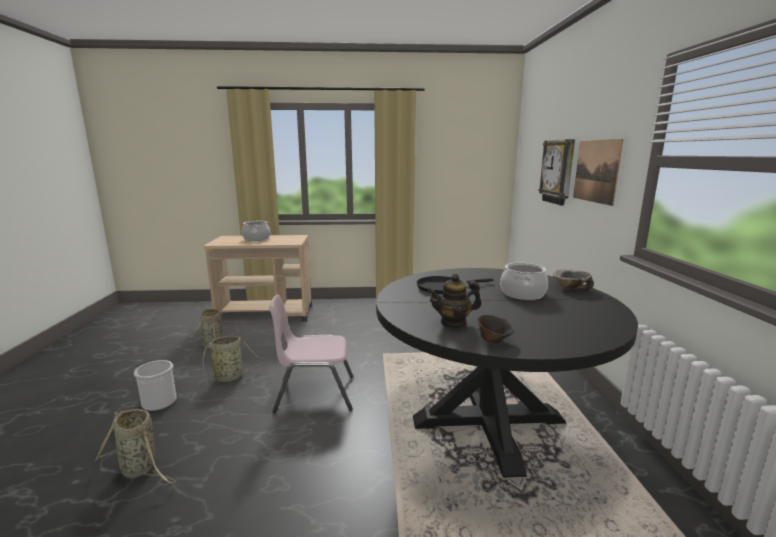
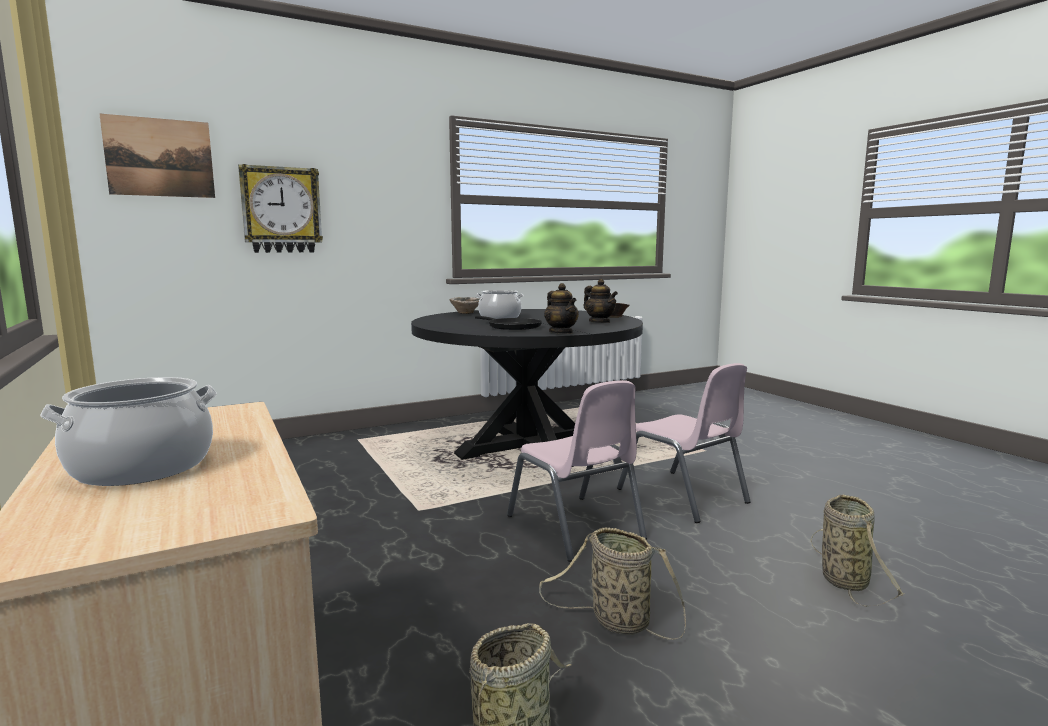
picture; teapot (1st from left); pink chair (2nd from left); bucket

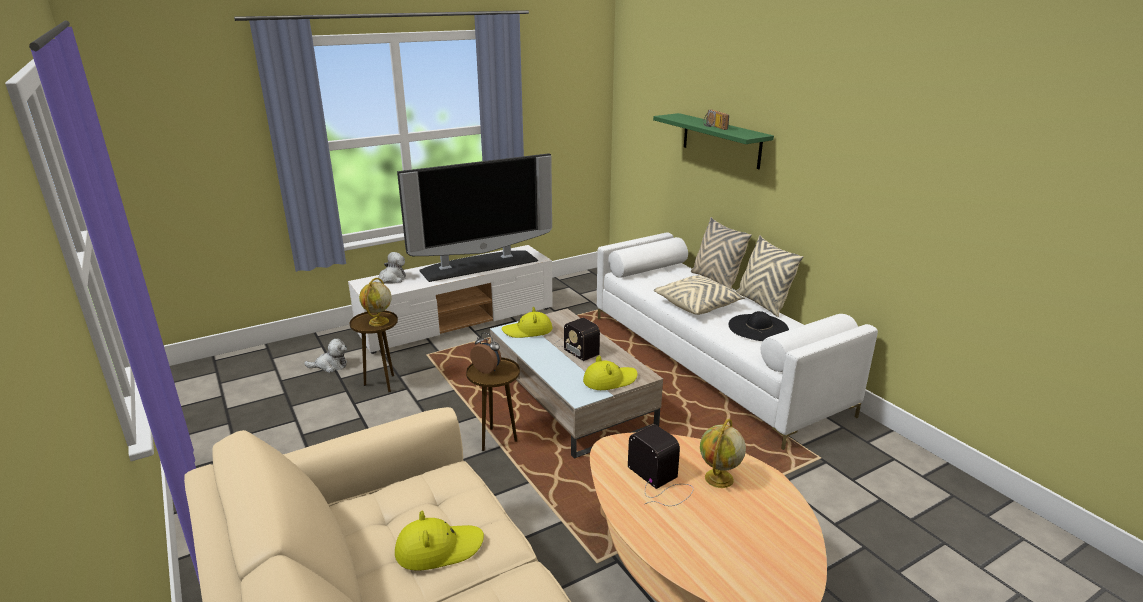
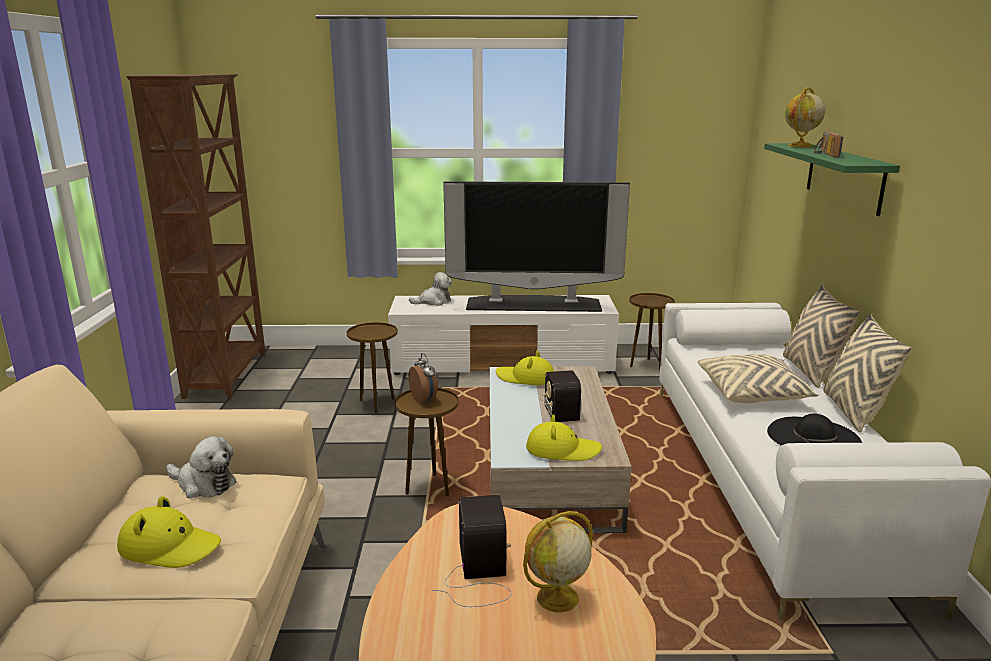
brown bookcase; plush toy (1st from left); brown side table (3rd from left); globe (2nd from left)

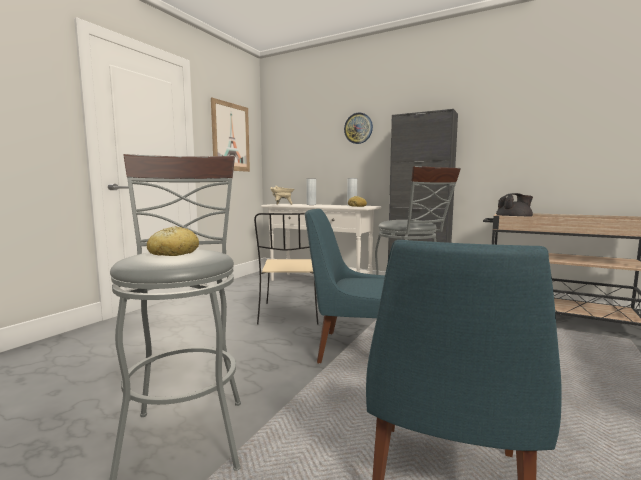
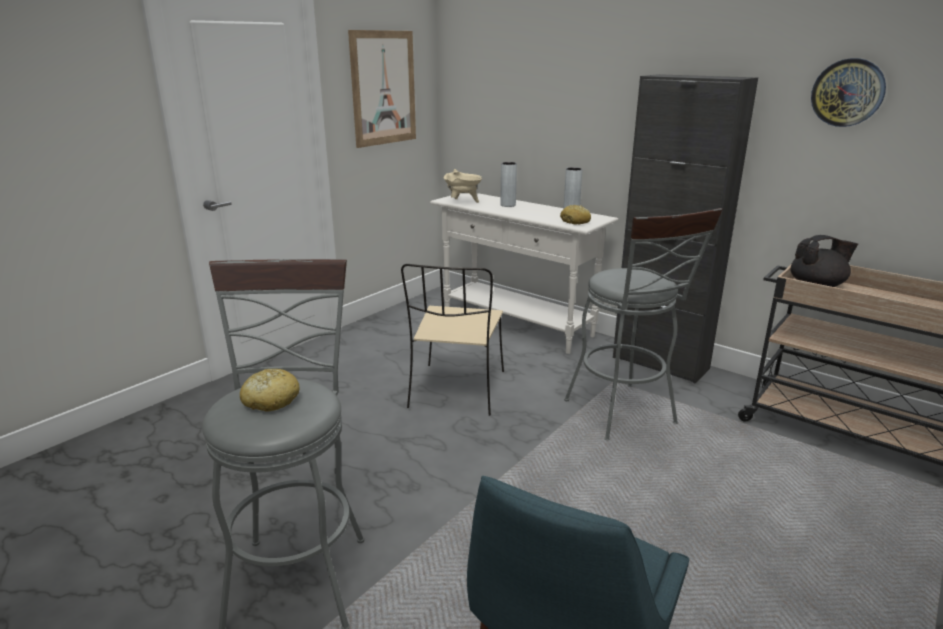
wall clock; blue chair (1st from left in the first image)

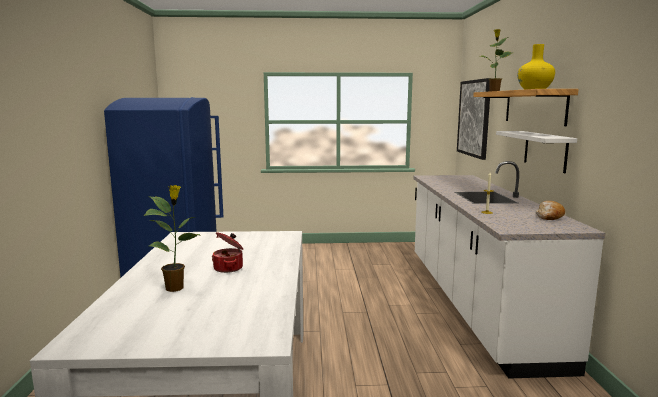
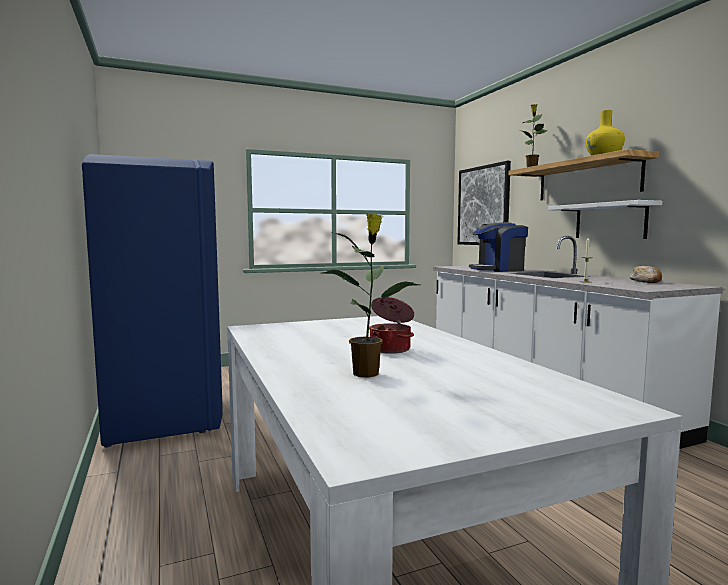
coffee machine

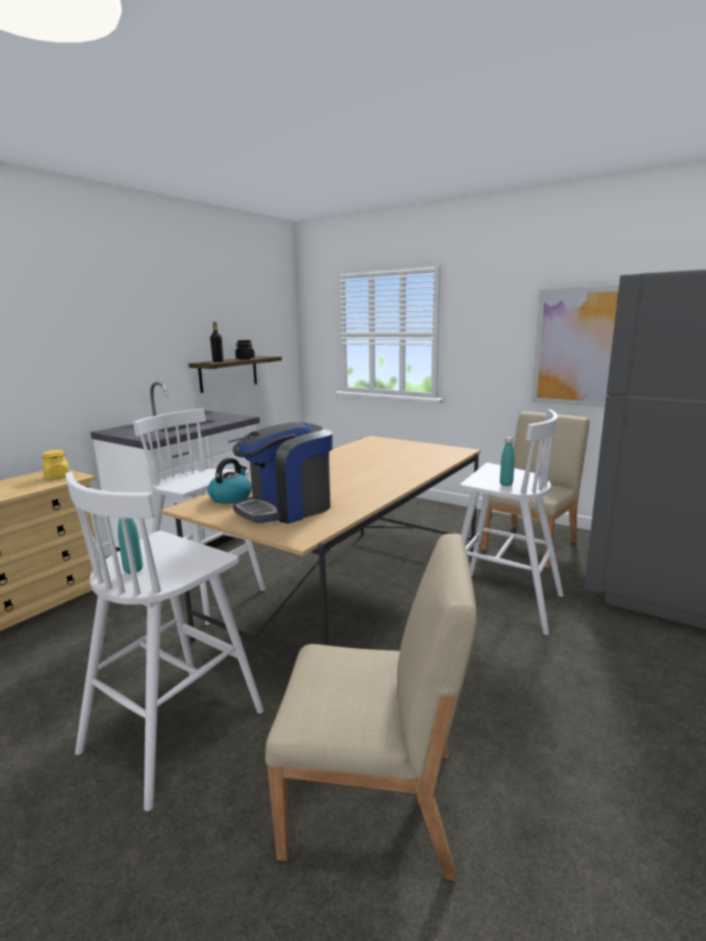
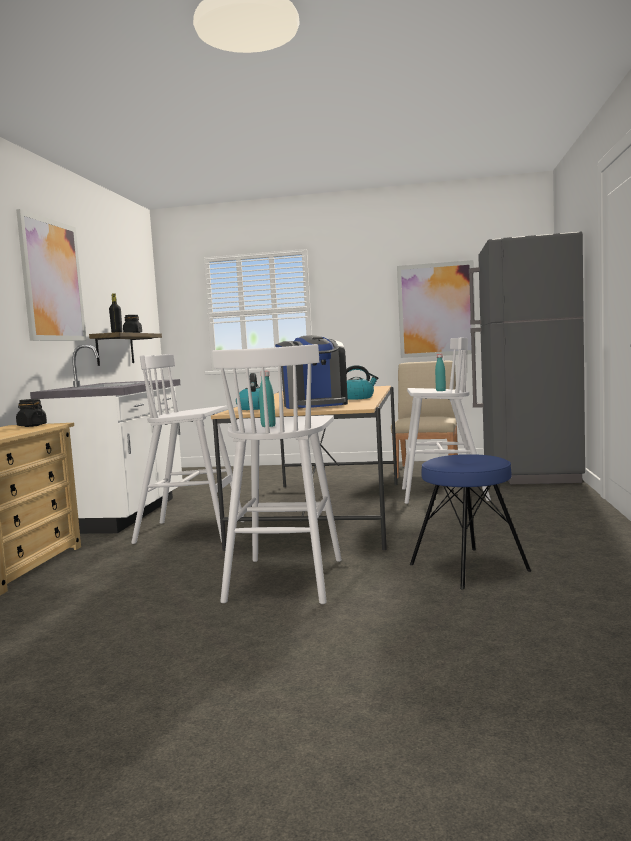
picture (1st from left); black jar (1st from left); coffee machine; kettle (2nd from left); blue stool

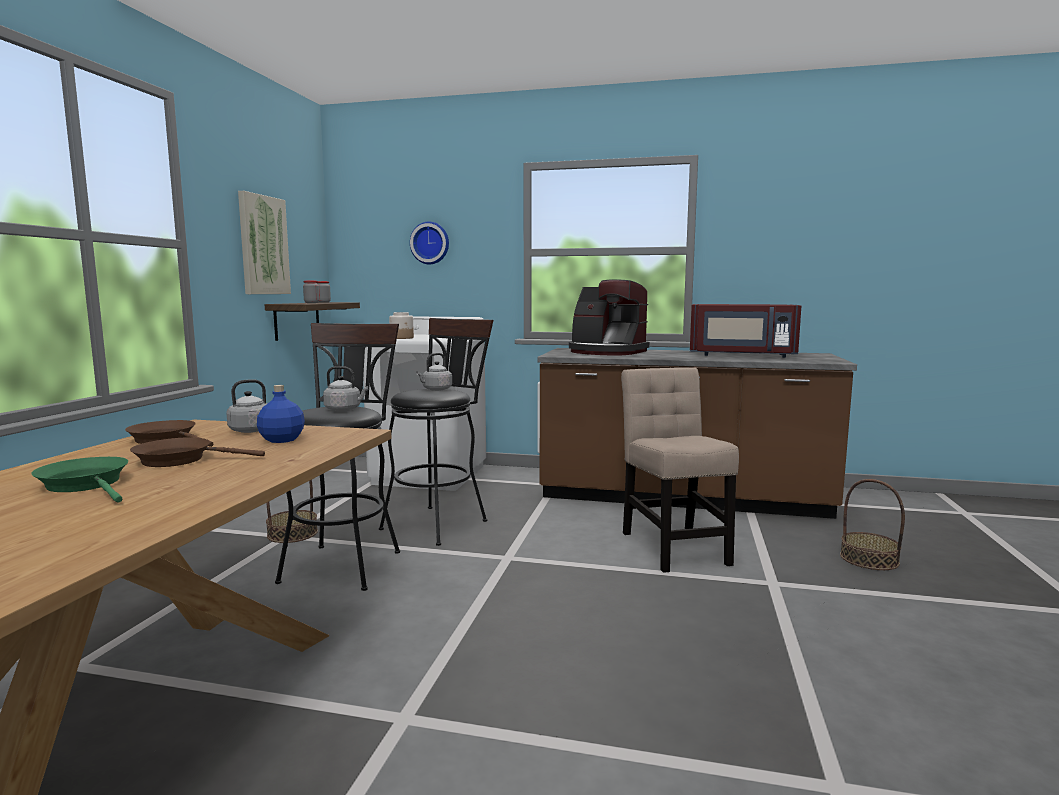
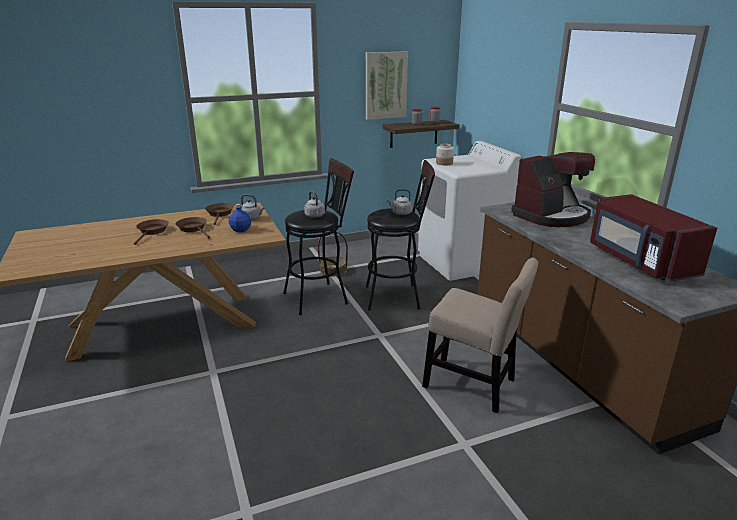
brown frying pan (1st from left); beige chair; coffee machine; wall clock; basket (2nd from left in the first image)

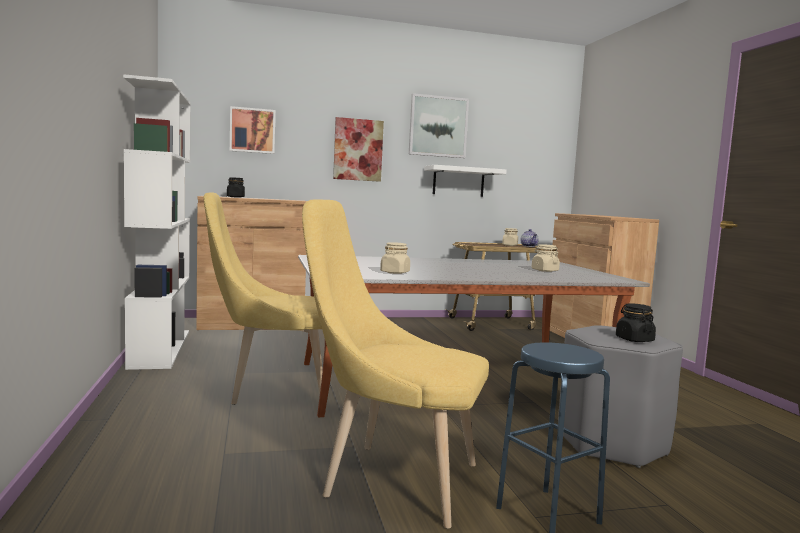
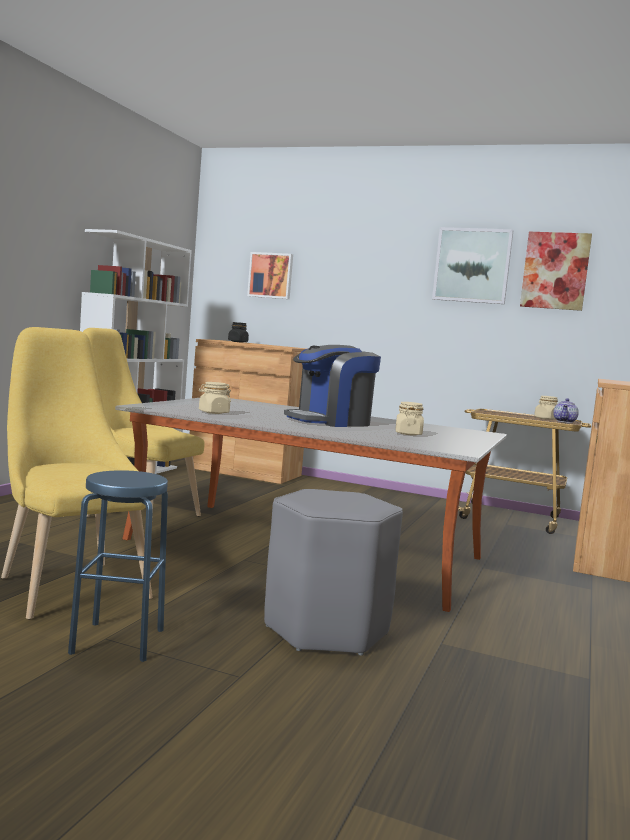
coffee machine; picture (3rd from left); white shelf; black jar (2nd from left in the first image)

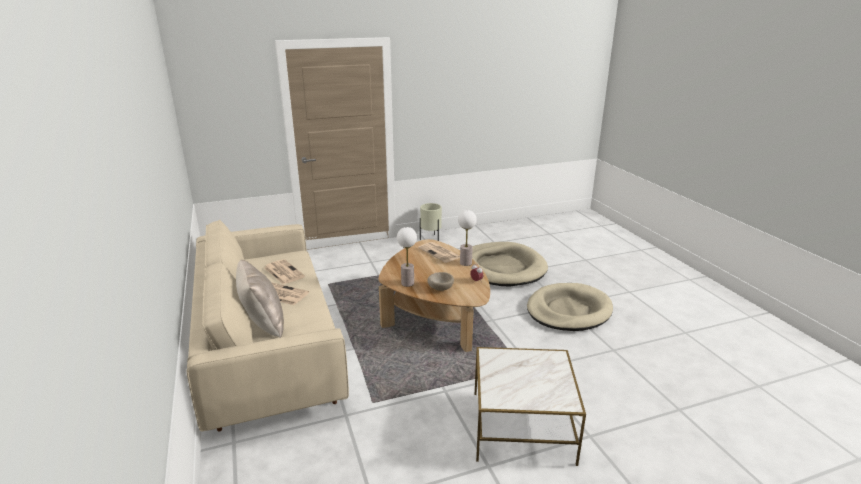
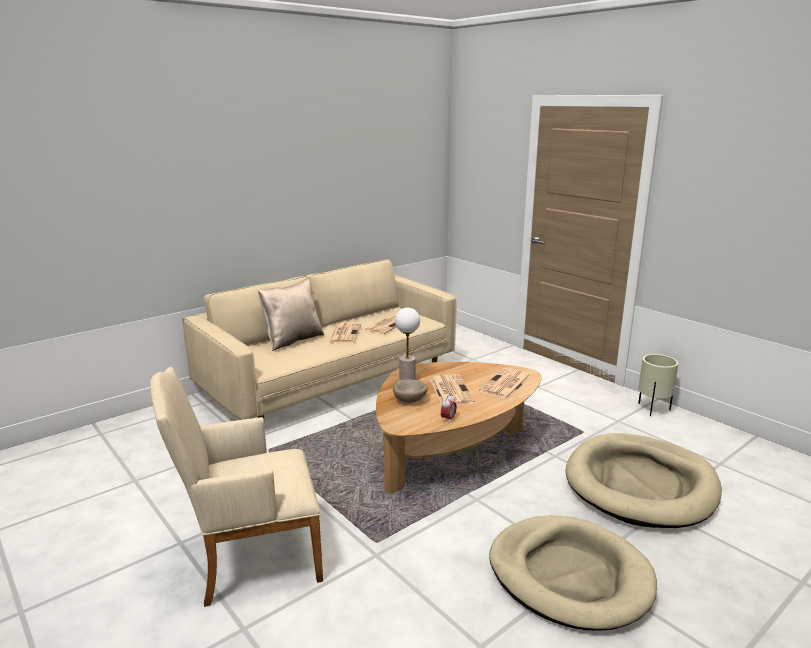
beige armchair; newspaper (3rd from left); table lamp (2nd from left in the first image)

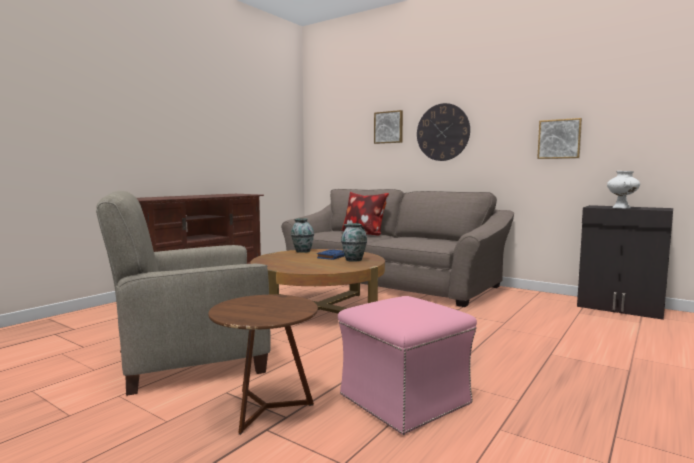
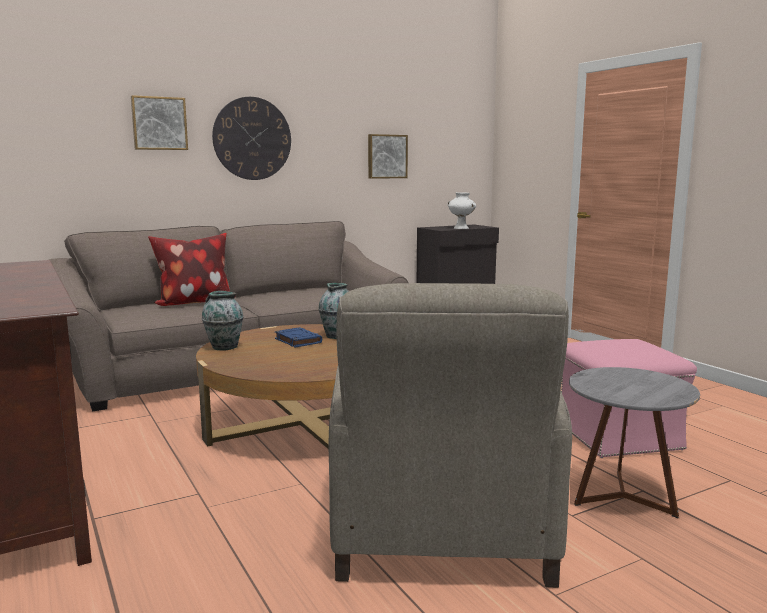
grey side table

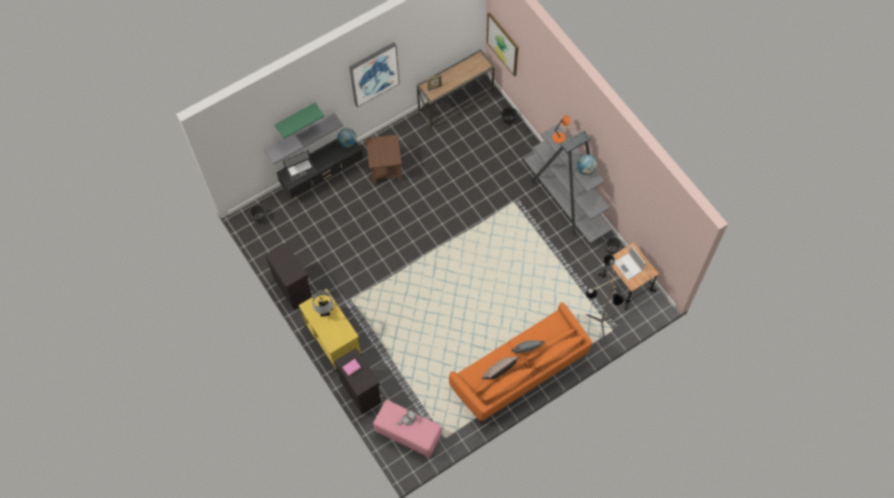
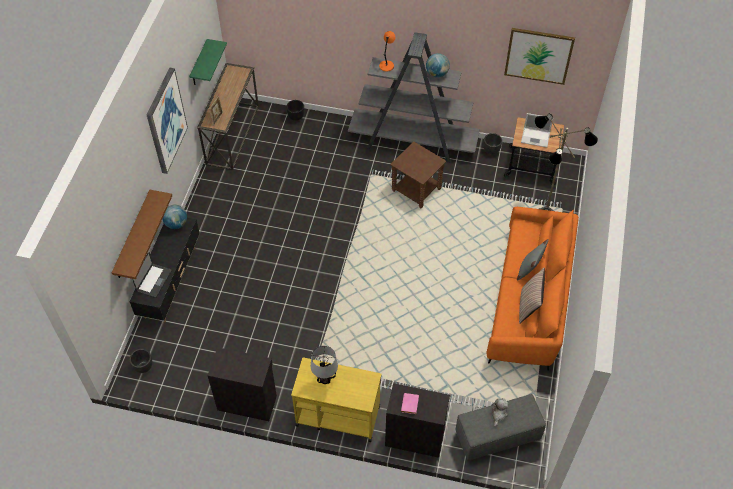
brown shelf; green shelf; brown side table; grey ottoman; picture (2nd from left)

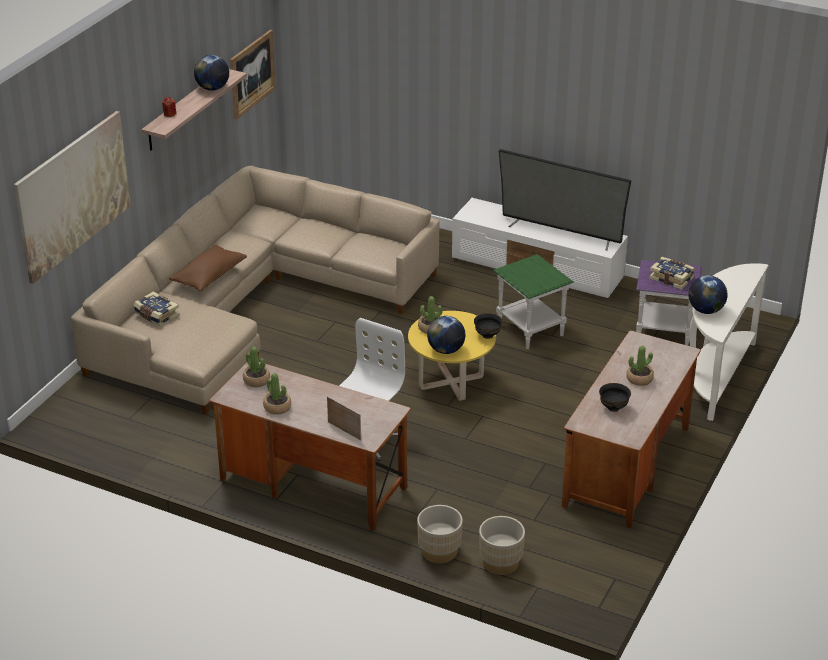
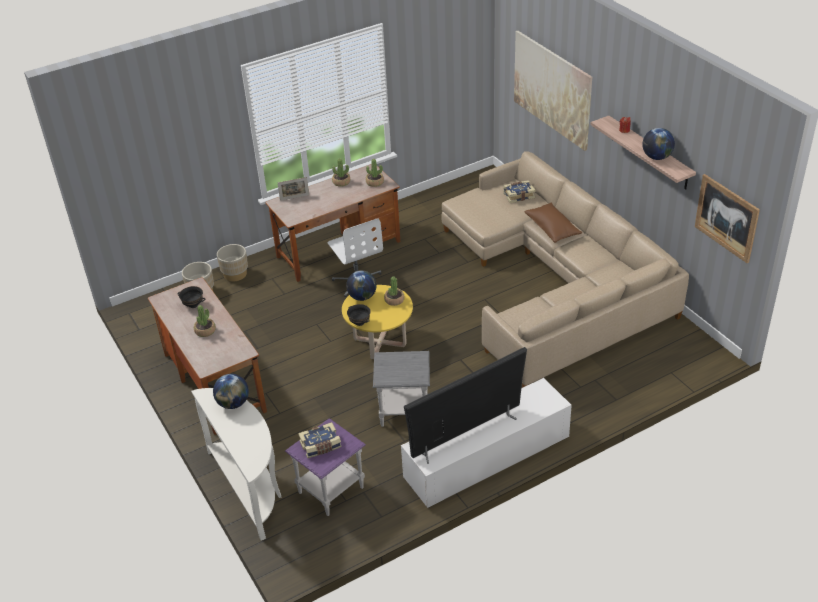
grey side table

